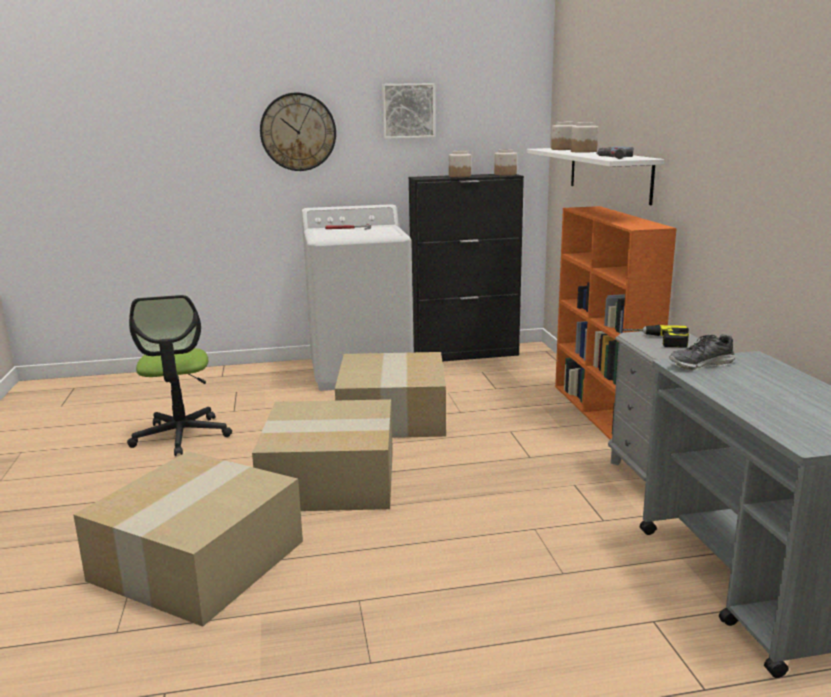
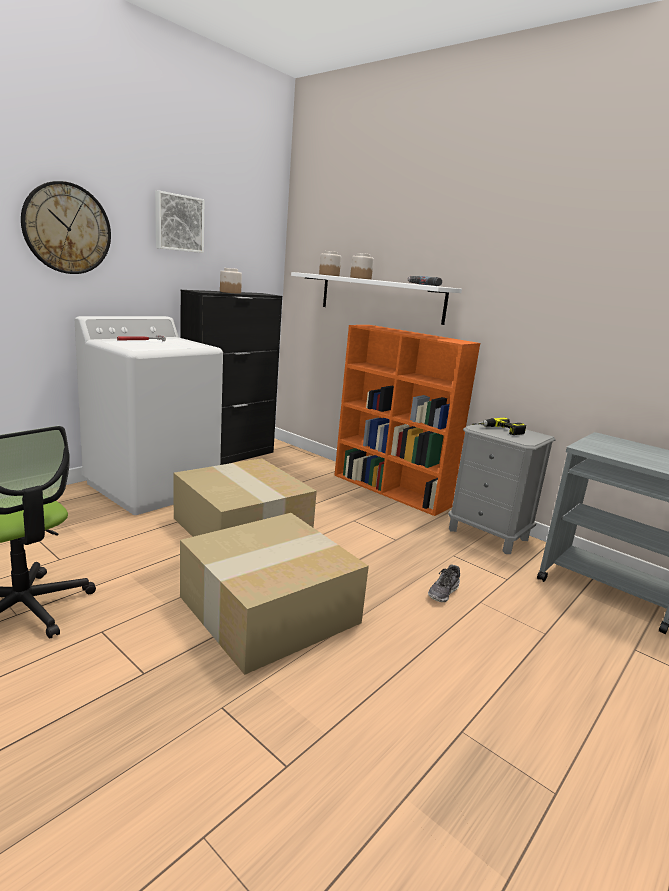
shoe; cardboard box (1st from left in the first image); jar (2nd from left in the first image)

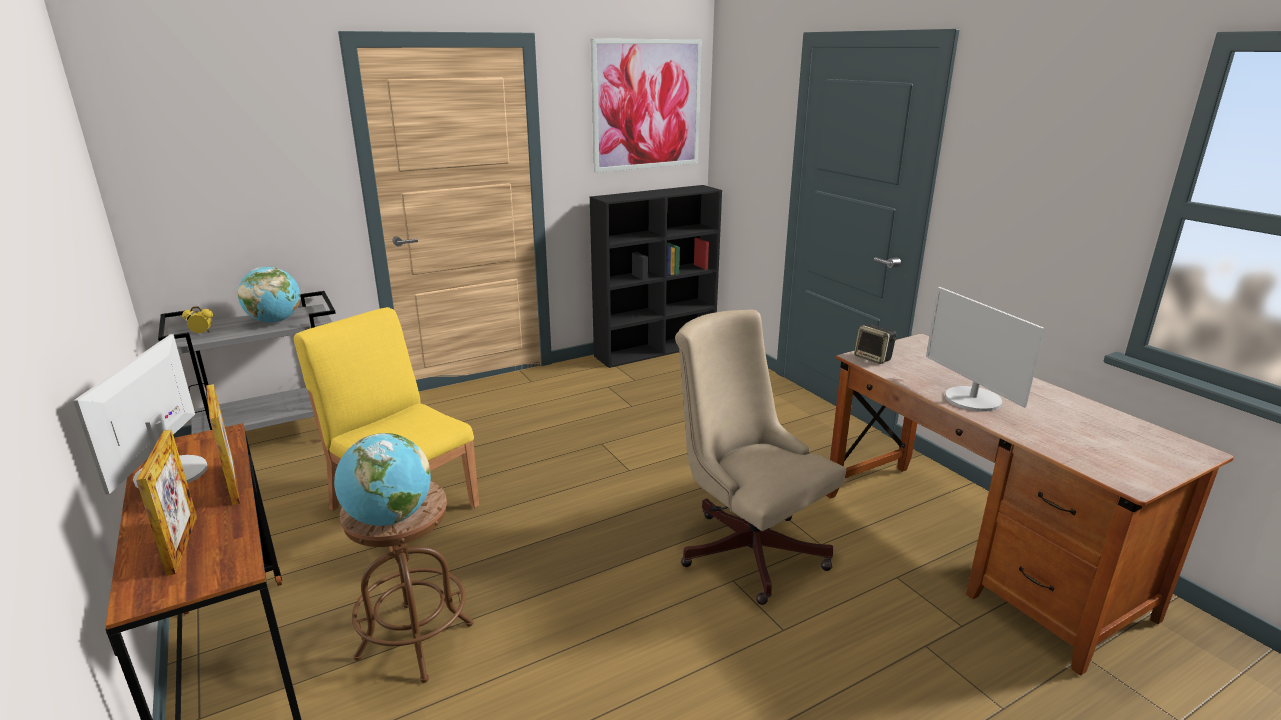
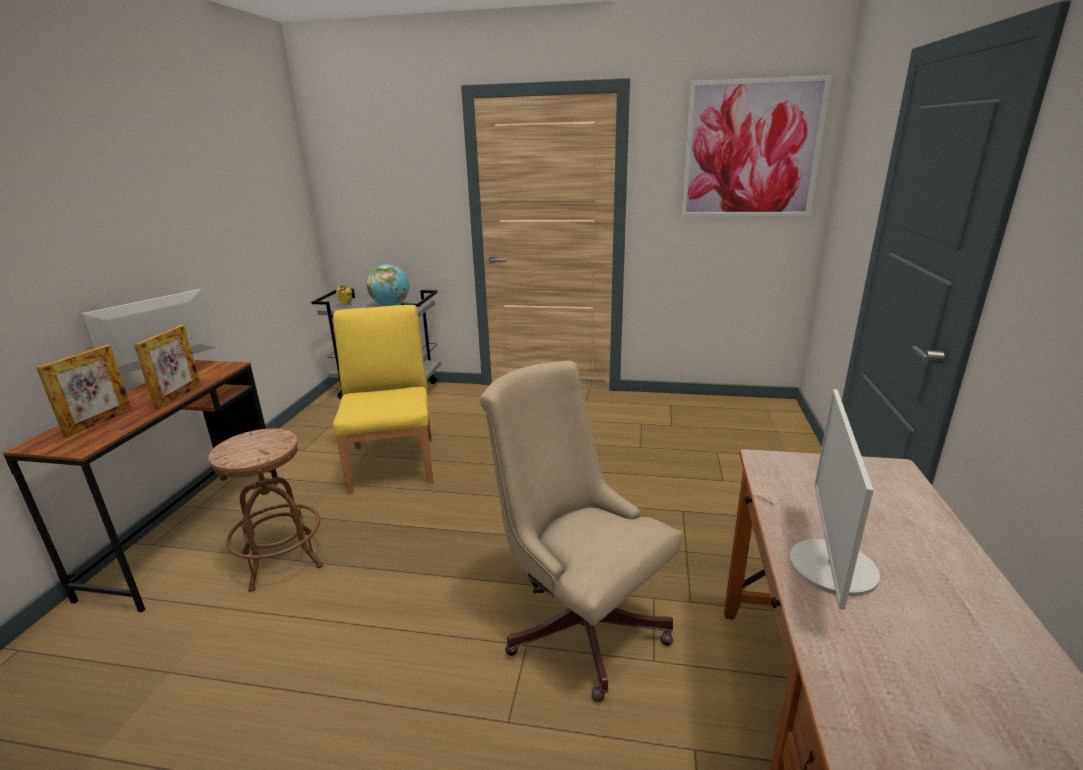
beige office chair; globe (2nd from left in the first image); black bookcase; speaker

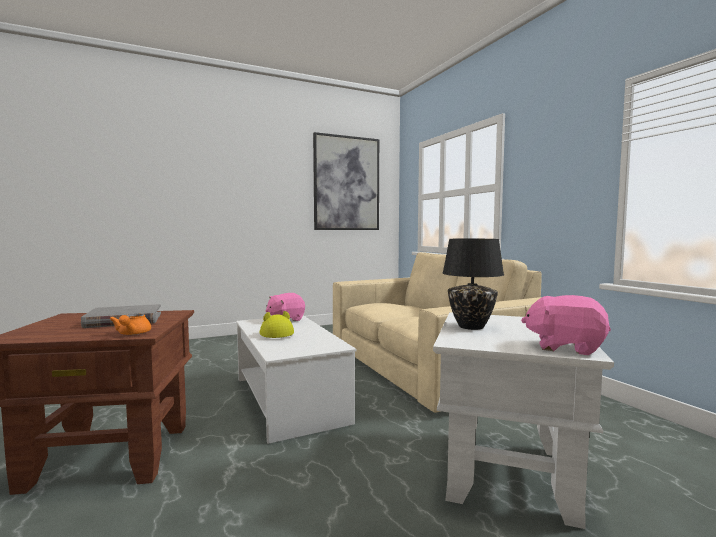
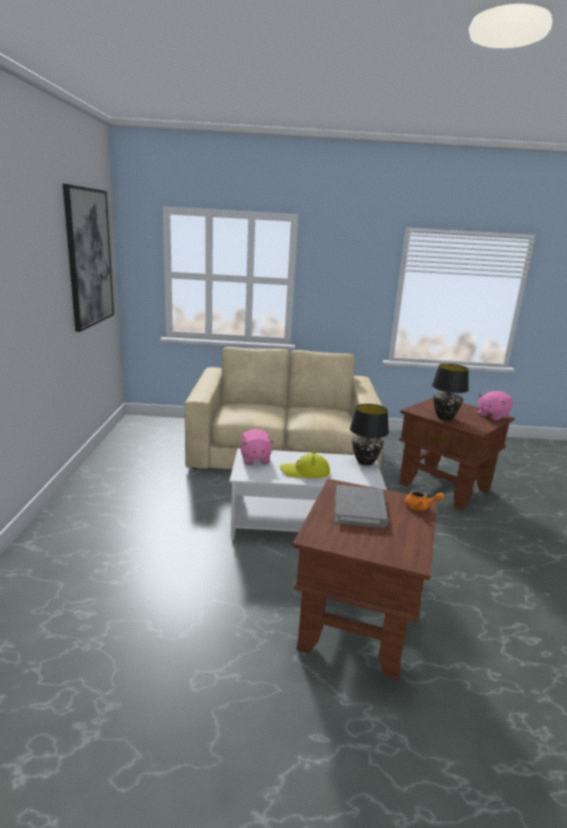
black table lamp (1st from left); brown side table (2nd from left)

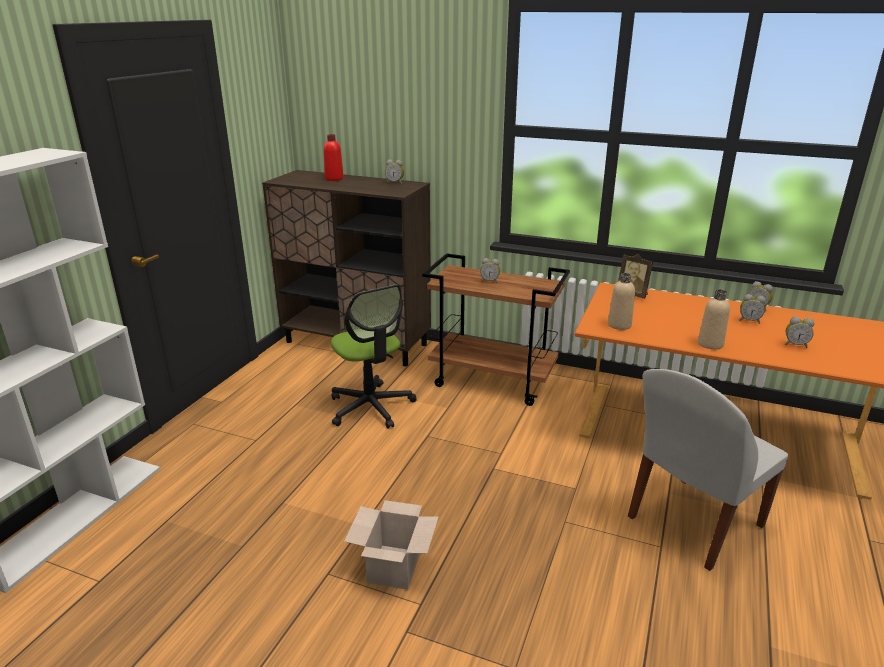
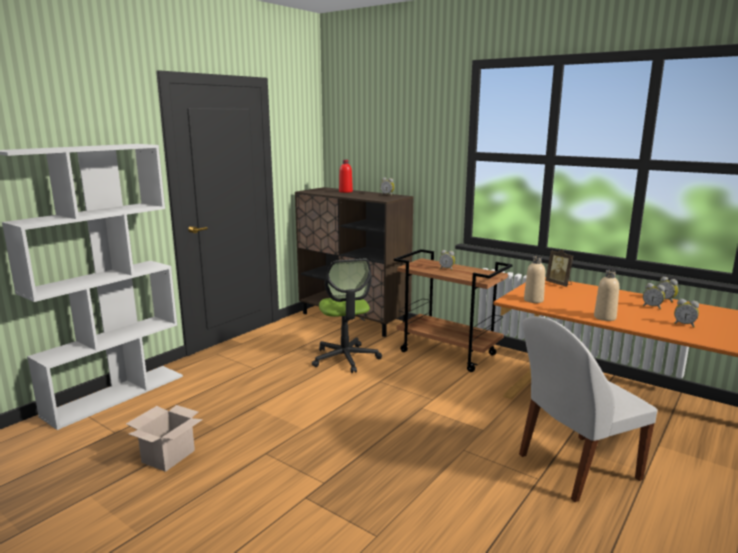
cardboard box

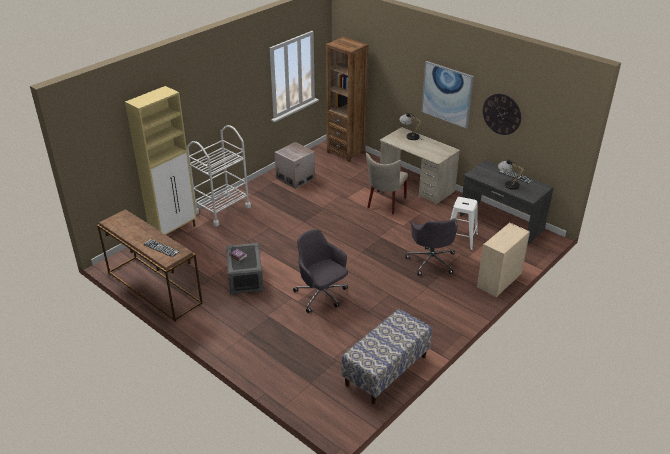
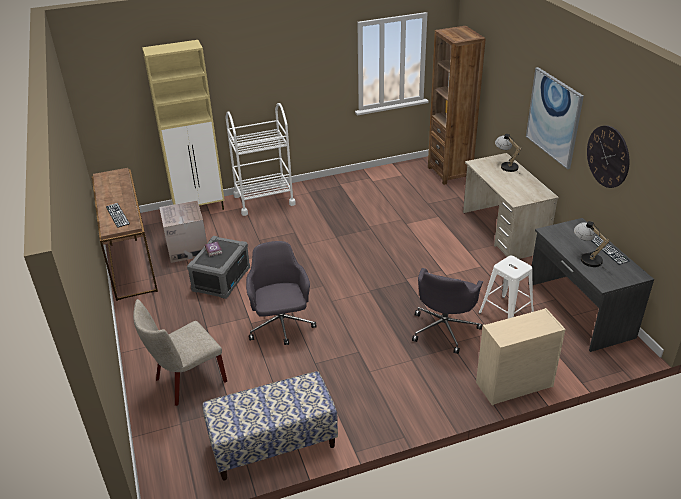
beige chair; cardboard box

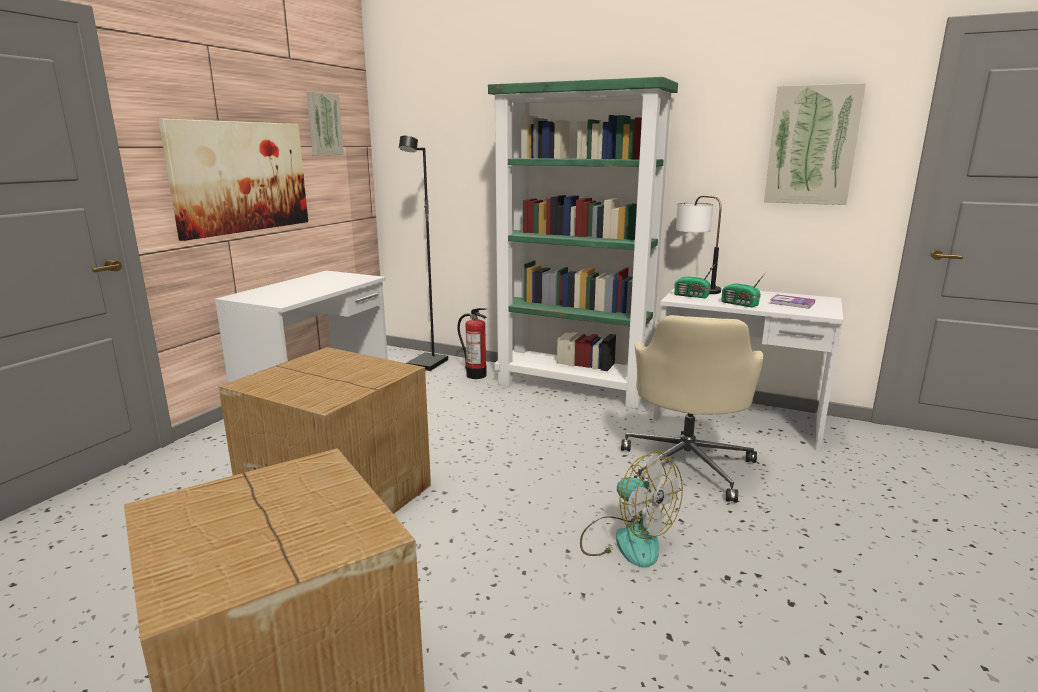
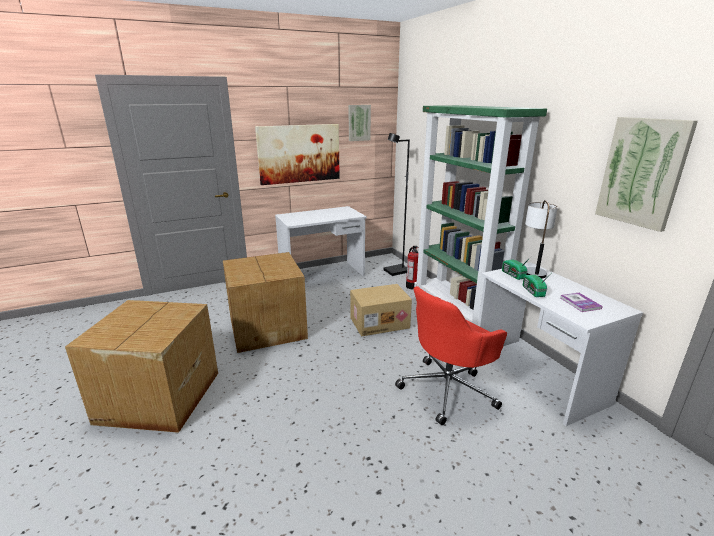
cardboard box (3rd from left); red office chair; fan

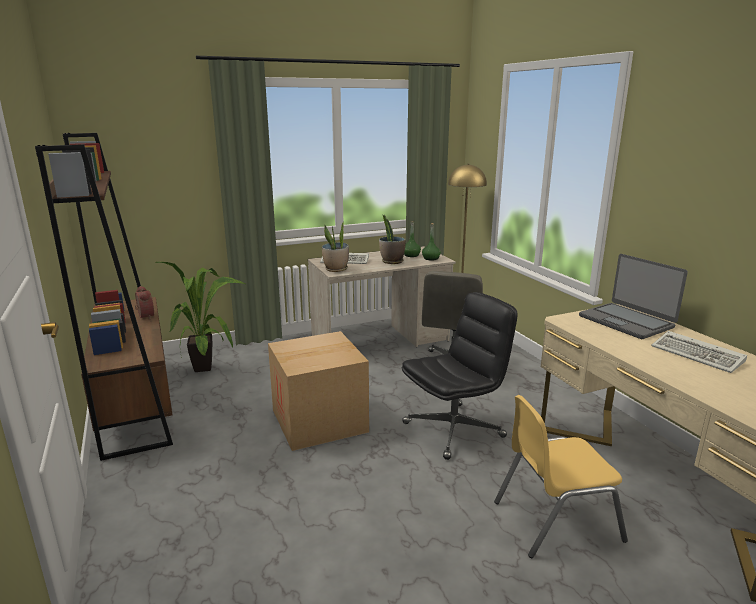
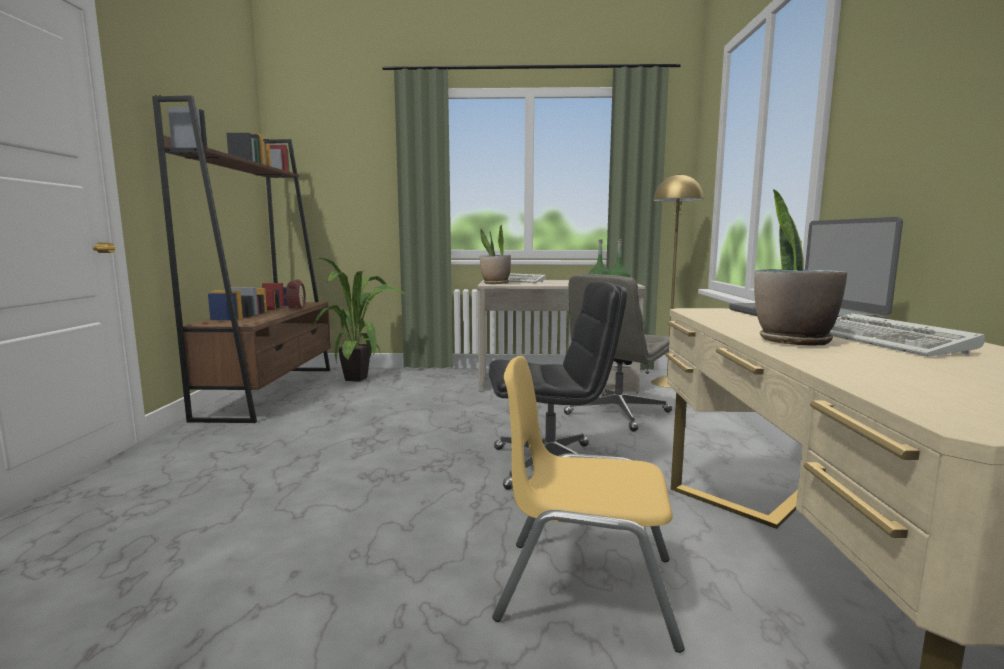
potted plant (3rd from left); cardboard box

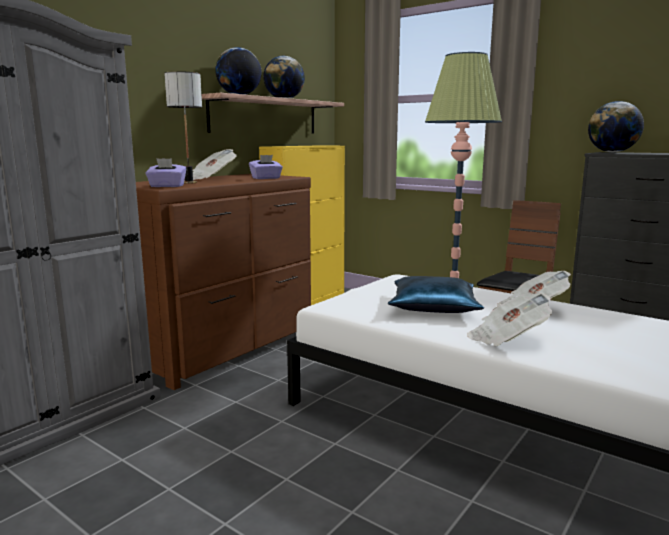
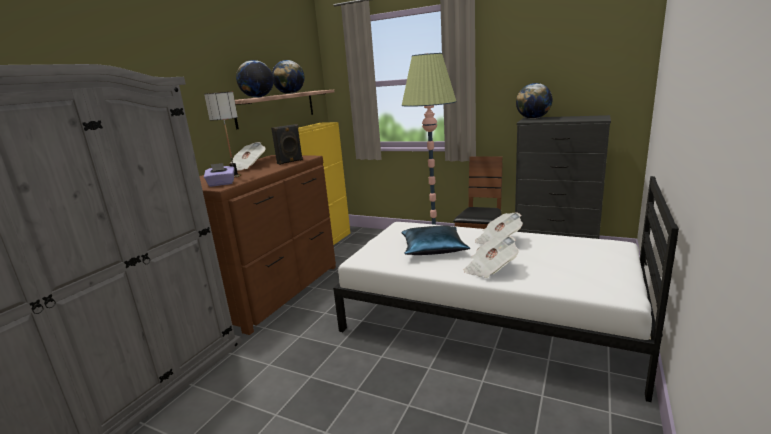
black speaker

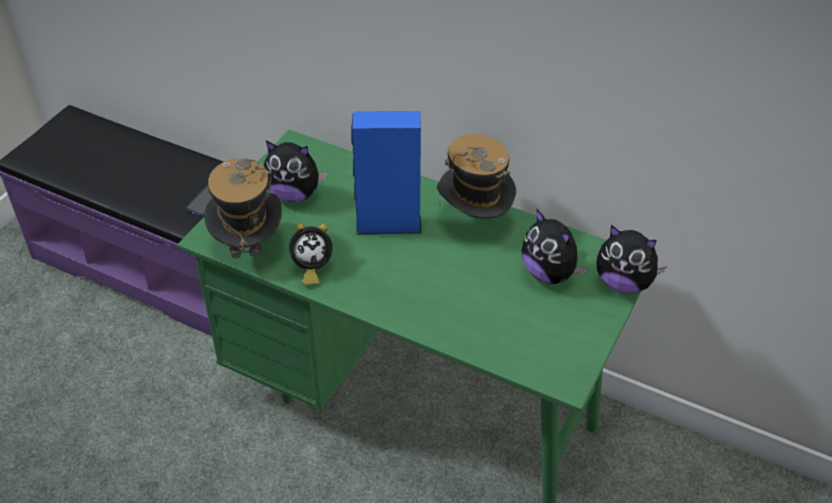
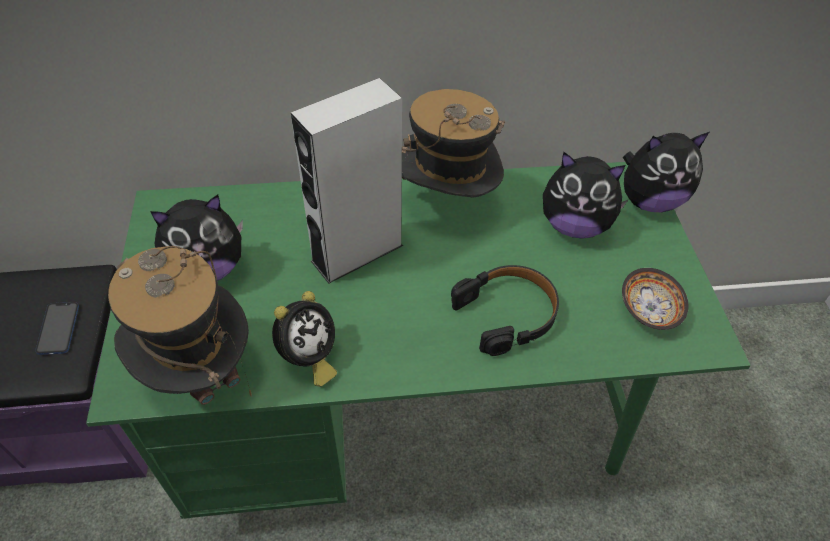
grey speaker; black headphones; bowl

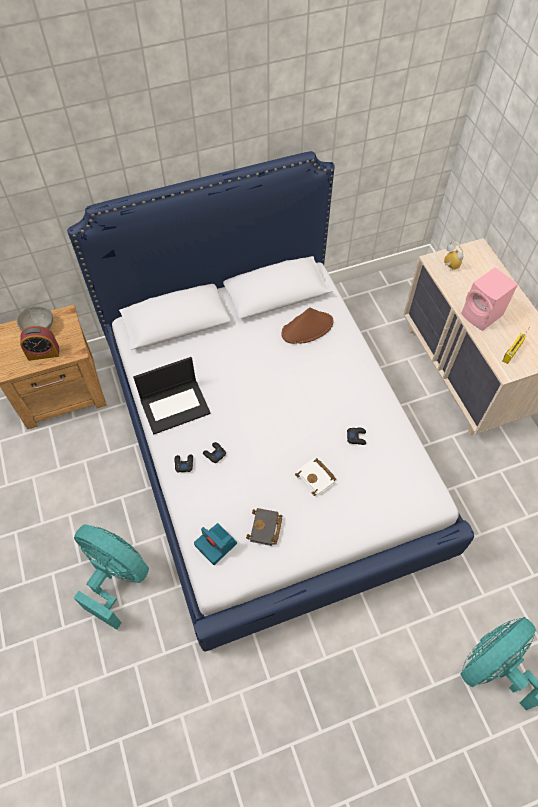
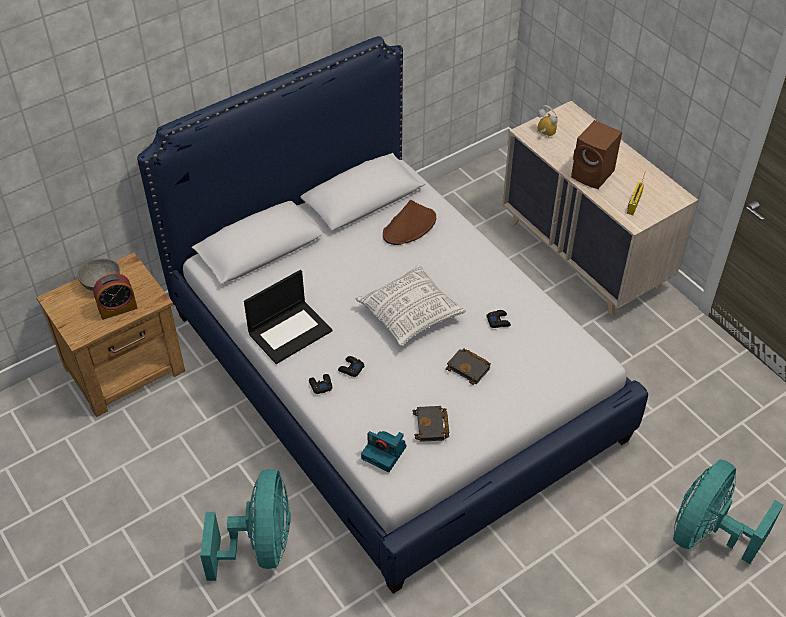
turquoise fan (1st from left); pillow; black book (2nd from left); brown speaker

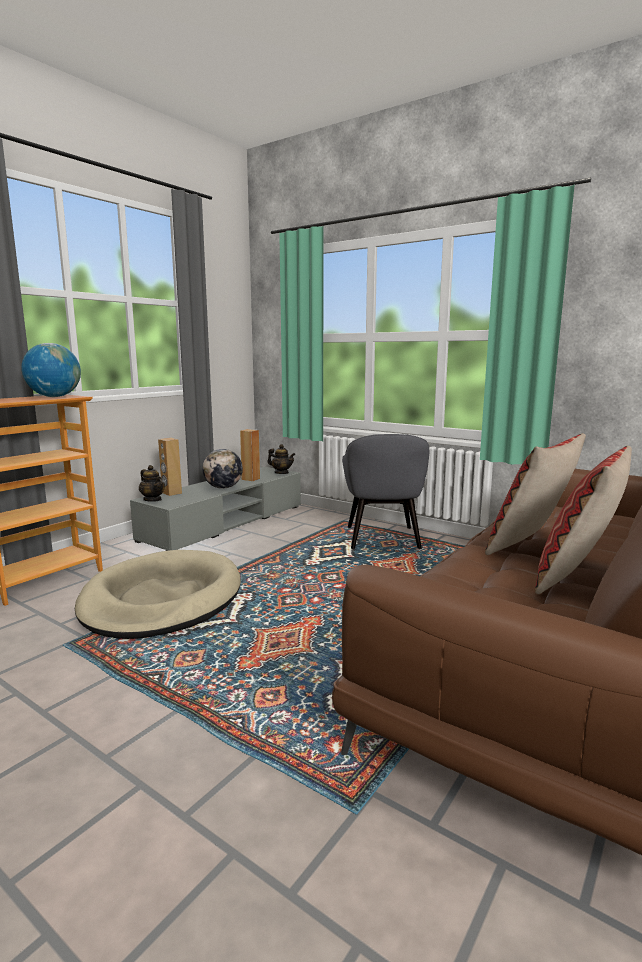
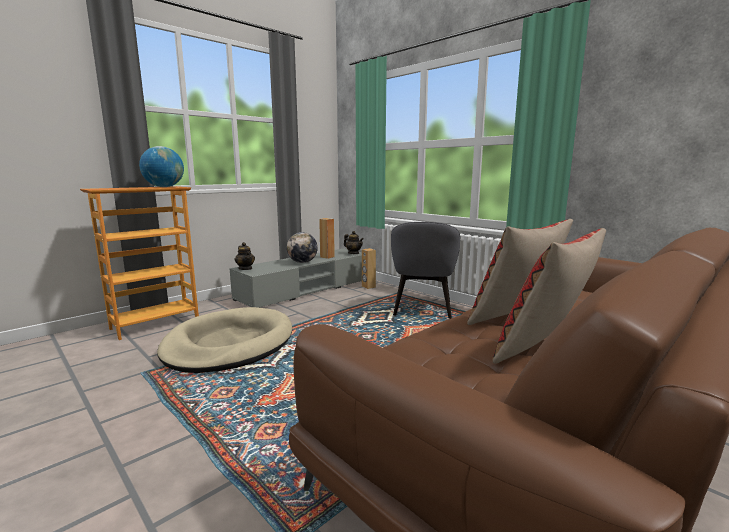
brown speaker (2nd from left)

